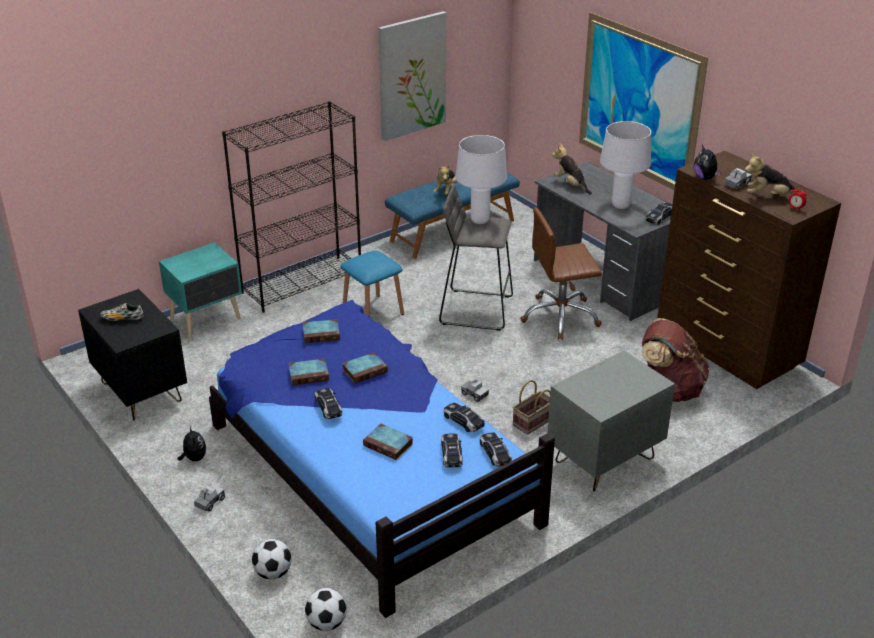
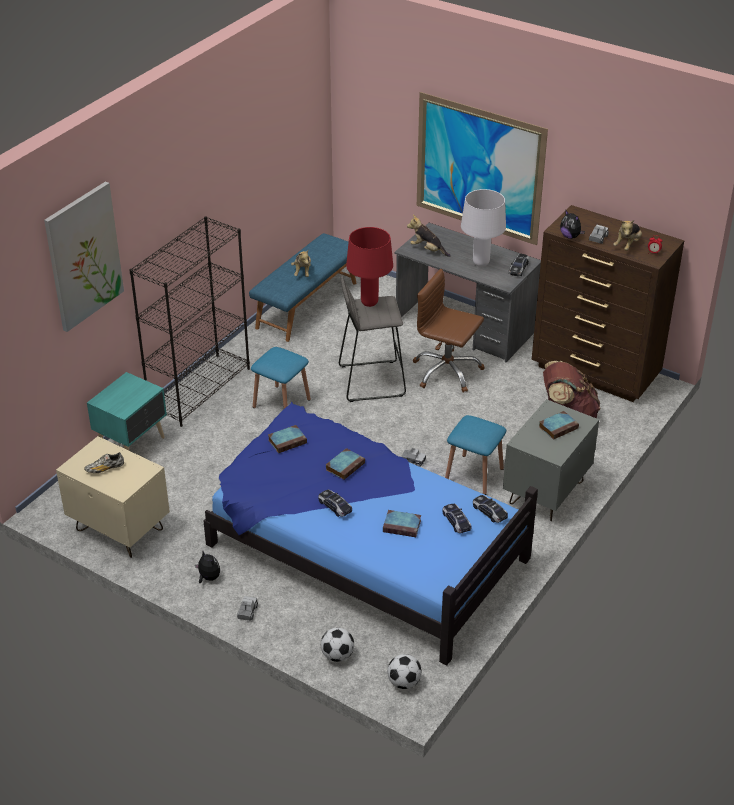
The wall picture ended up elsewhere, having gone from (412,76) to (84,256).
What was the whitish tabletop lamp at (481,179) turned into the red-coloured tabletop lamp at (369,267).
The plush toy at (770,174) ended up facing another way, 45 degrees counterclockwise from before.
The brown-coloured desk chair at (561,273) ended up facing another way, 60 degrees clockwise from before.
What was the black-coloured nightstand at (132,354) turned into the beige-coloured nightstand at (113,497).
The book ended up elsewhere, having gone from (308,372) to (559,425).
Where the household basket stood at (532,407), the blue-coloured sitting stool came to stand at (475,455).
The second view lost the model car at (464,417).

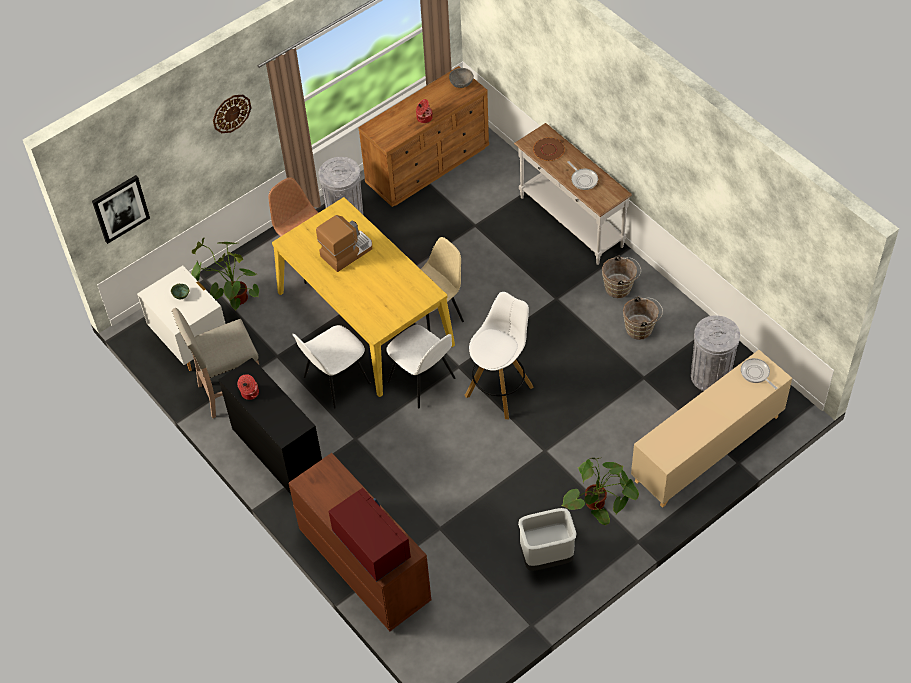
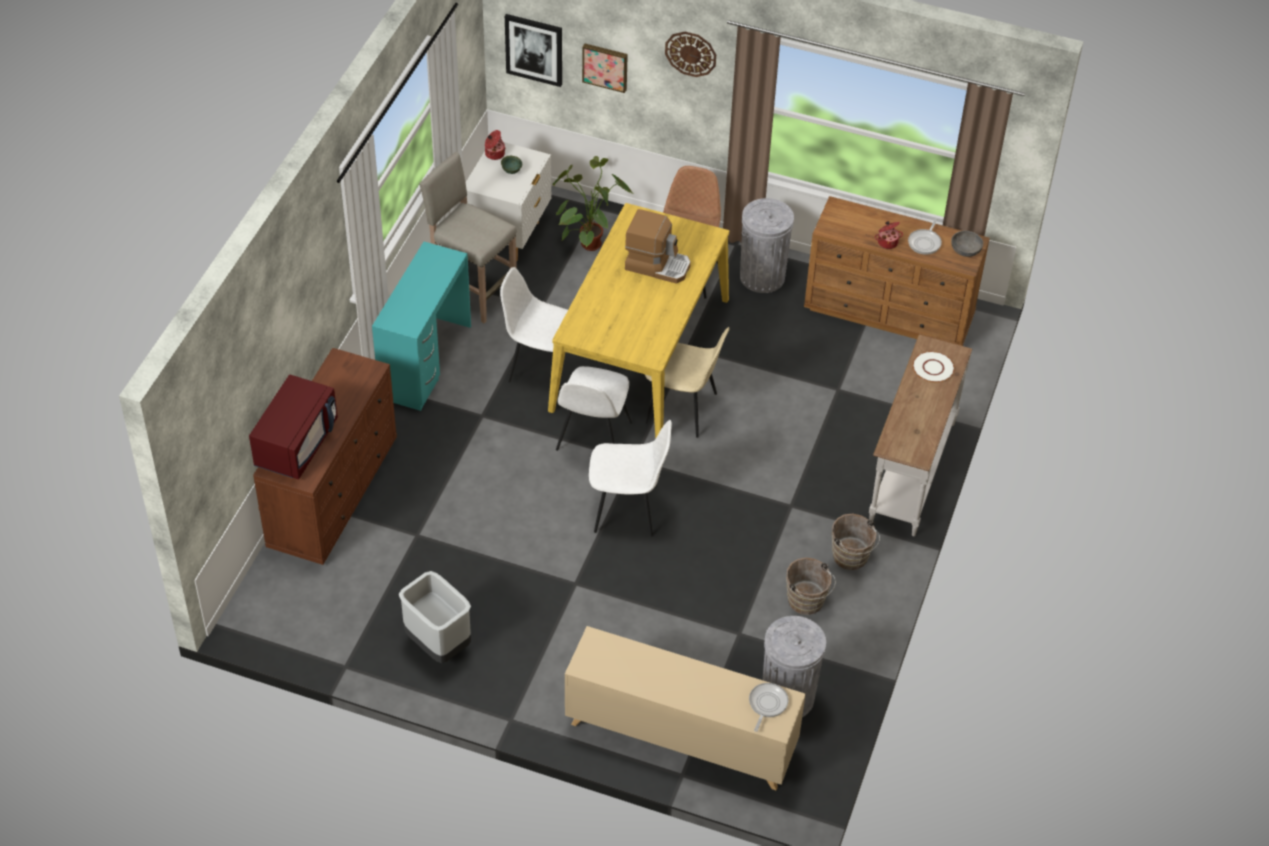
What was the brown-coloured plate at (549,149) turned into the whitish plate at (933,366).
The pan ended up elsewhere, having gone from (582,175) to (925,236).
Where the whitish sitting stool stood at (499,355), the whitish plain chair came to stand at (630,478).
What was the black-coloured desk unit at (270,426) turned into the turquoise-coloured desk unit at (421,326).
The cooking pot ended up elsewhere, having gone from (248,387) to (495,145).
The second view lost the plant in a pot at (600,491).
The second view gained the wall picture at (605,68).

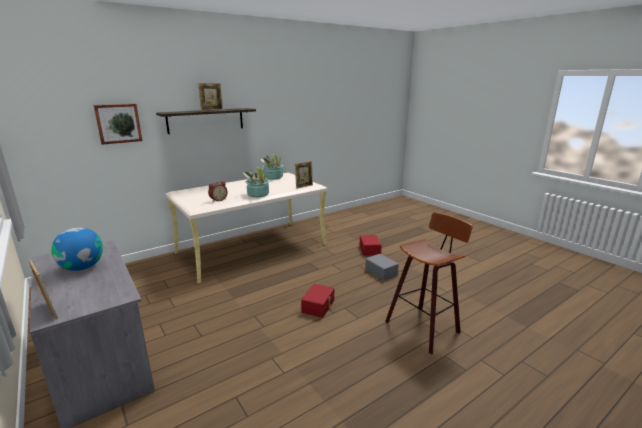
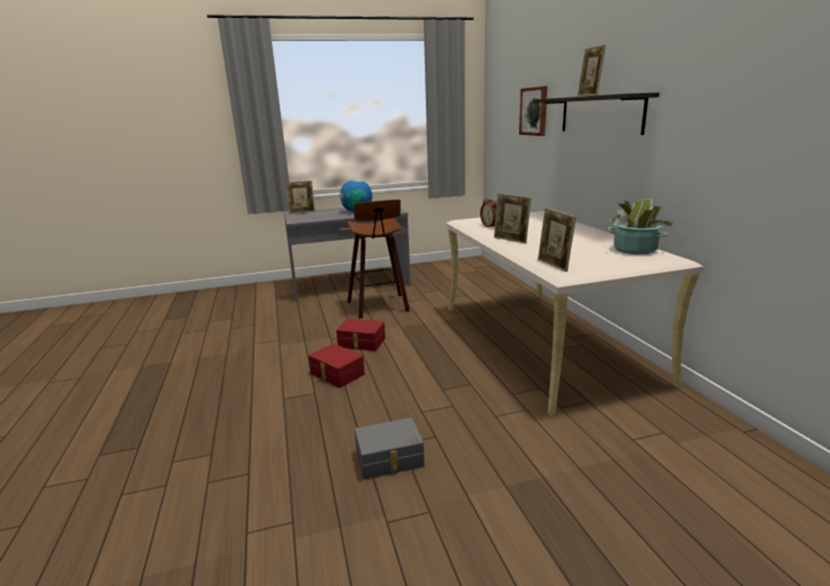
Where the plant in a pot stood at (256,182), the picture frame came to stand at (512,218).
The sitting stool ended up elsewhere, having gone from (429,283) to (378,259).
The red-coloured storage container ended up elsewhere, having gone from (371,245) to (360,335).

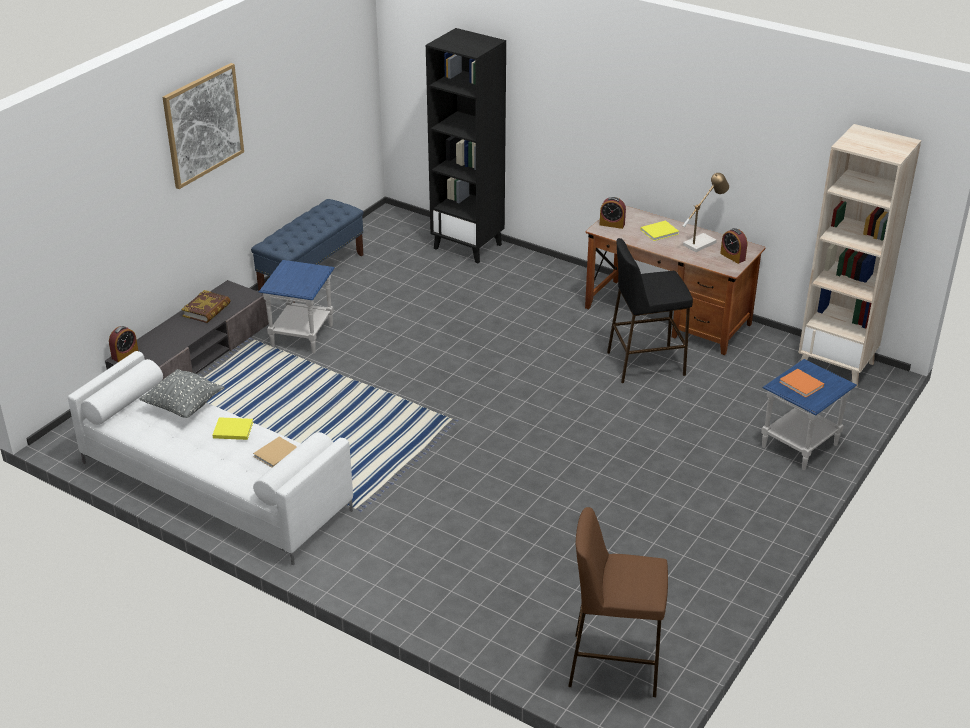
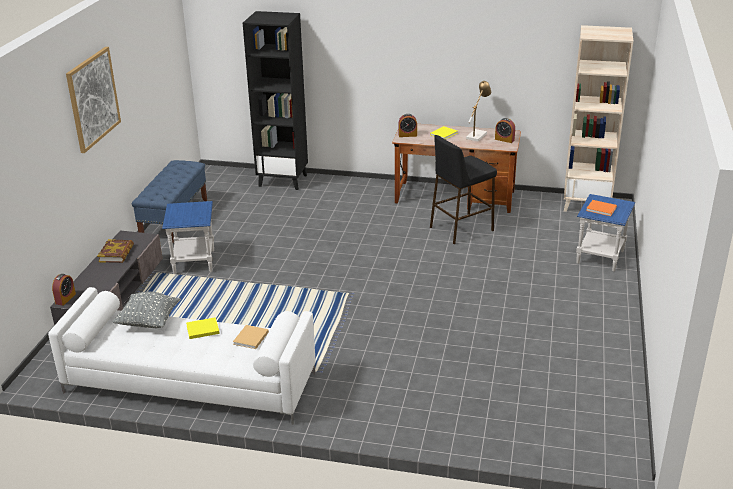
The second view lost the brown-coloured sitting stool at (618,602).

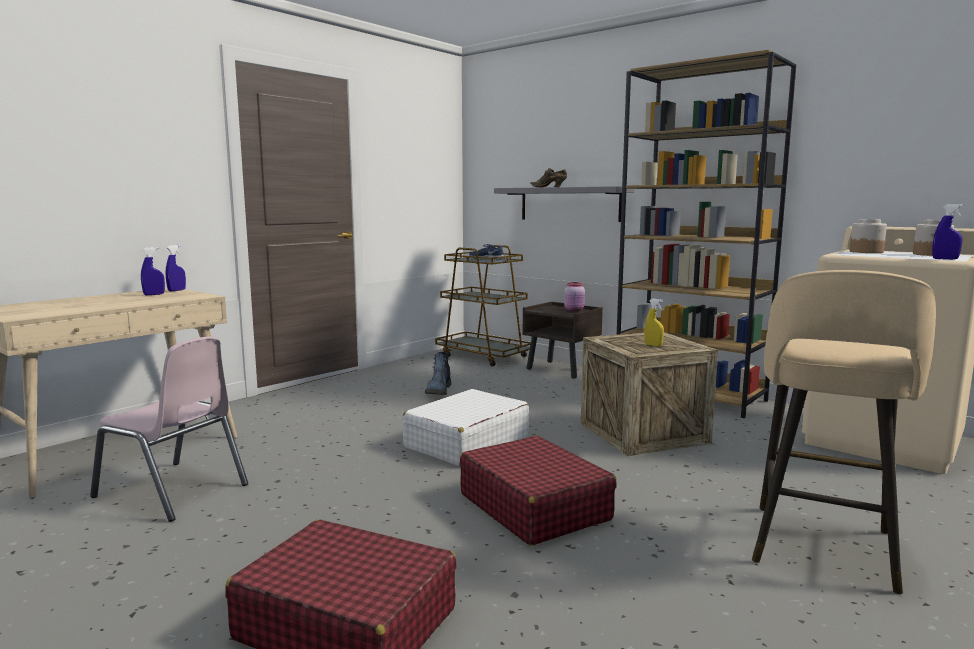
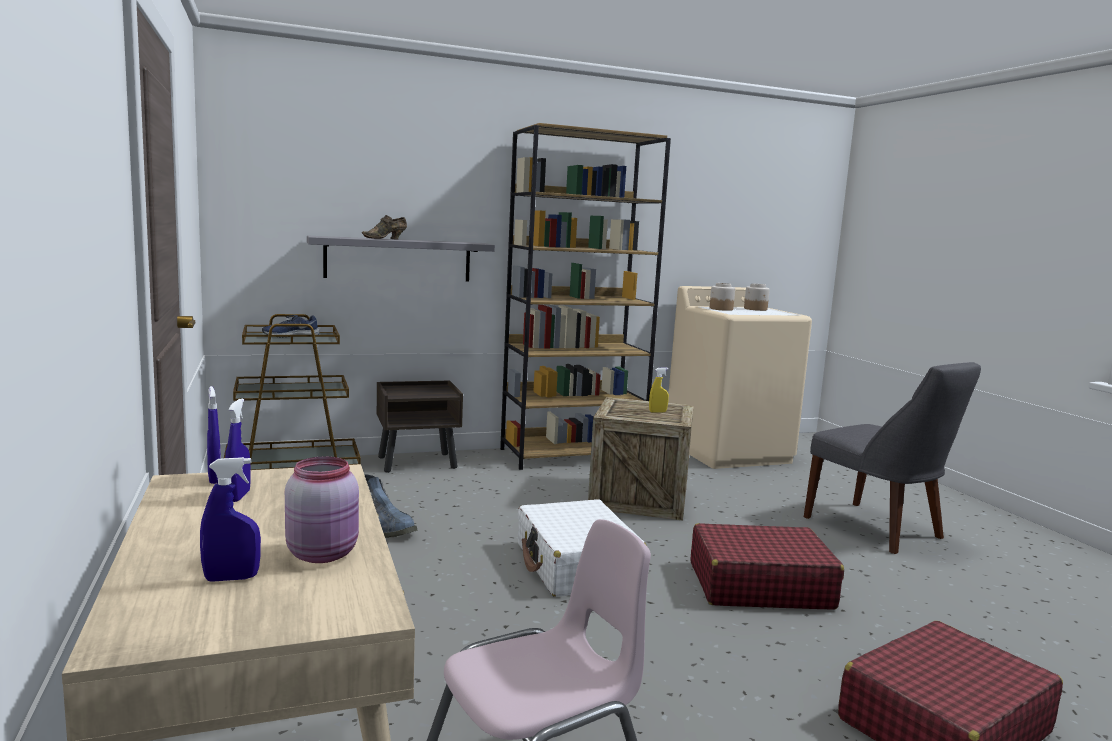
The blue-coloured hand sprayer ended up elsewhere, having gone from (948,232) to (230,519).
Where the beige-coloured sitting stool stood at (844,432), the gray plain chair came to stand at (892,458).
The pink jar ended up elsewhere, having gone from (574,296) to (322,510).

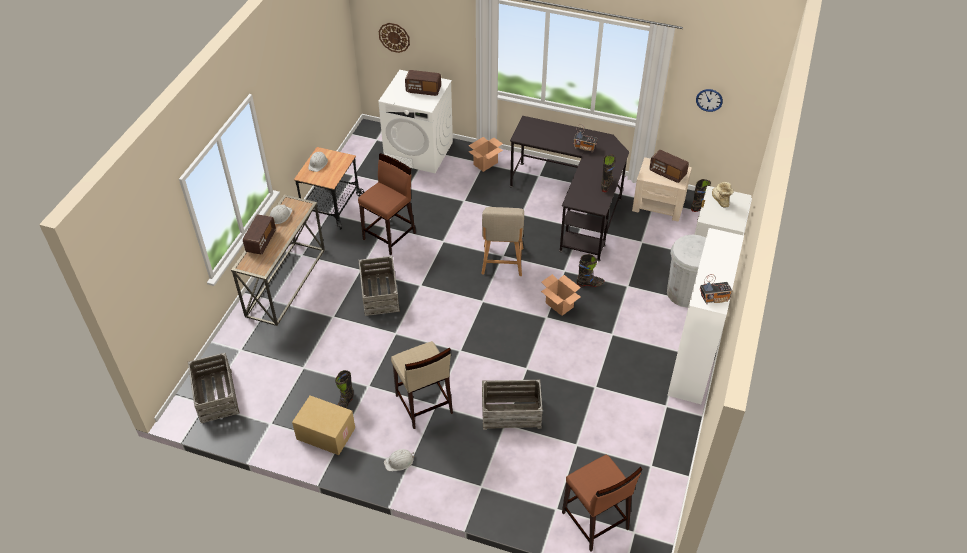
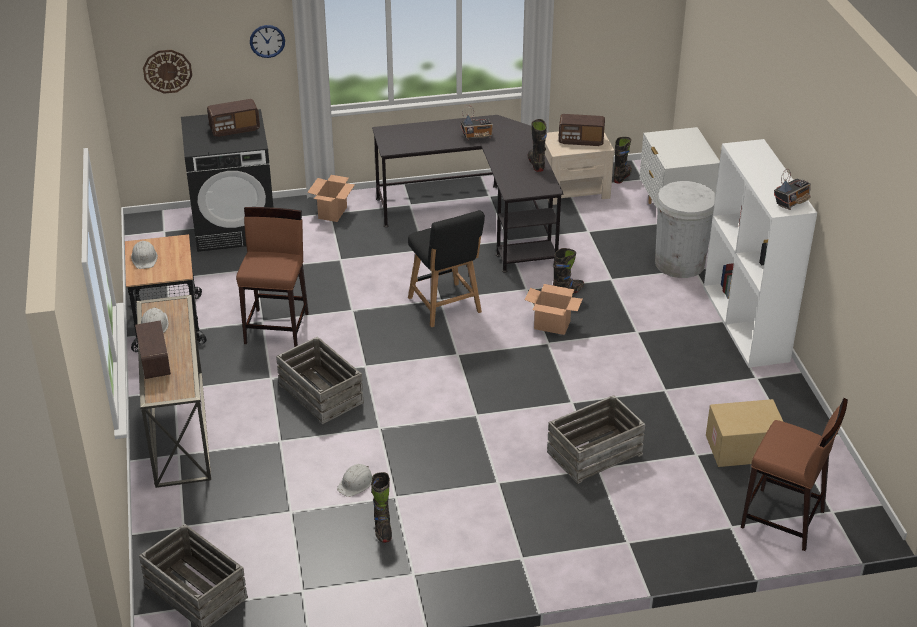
What was the whitish laundry machine at (415,121) turned into the black-coloured laundry machine at (227,180).
The wall clock ended up elsewhere, having gone from (709,100) to (267,41).
The second view lost the boot at (722,194).
What was the beige-coloured plain chair at (502,241) turned into the black-coloured plain chair at (446,268).
The second view lost the beige-coloured sitting stool at (422,385).
The carton ended up elsewhere, having gone from (323,425) to (744,433).
The whitish work helmet ended up elsewhere, having gone from (399,460) to (354,480).

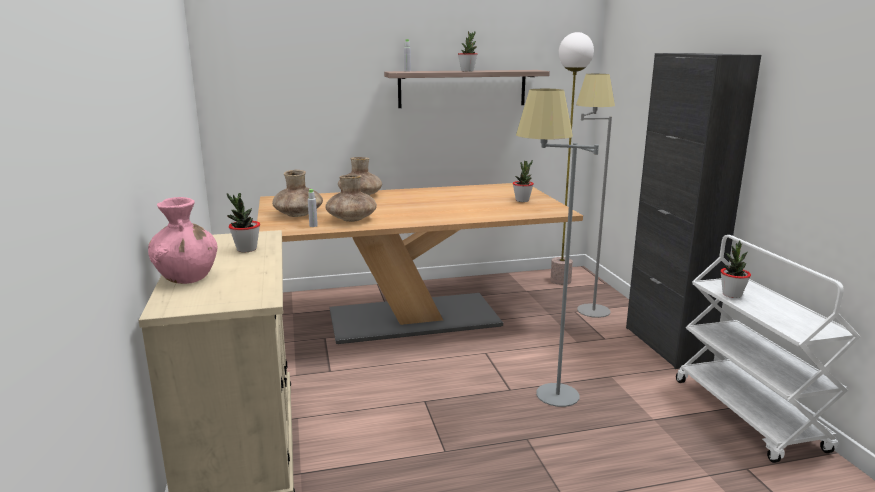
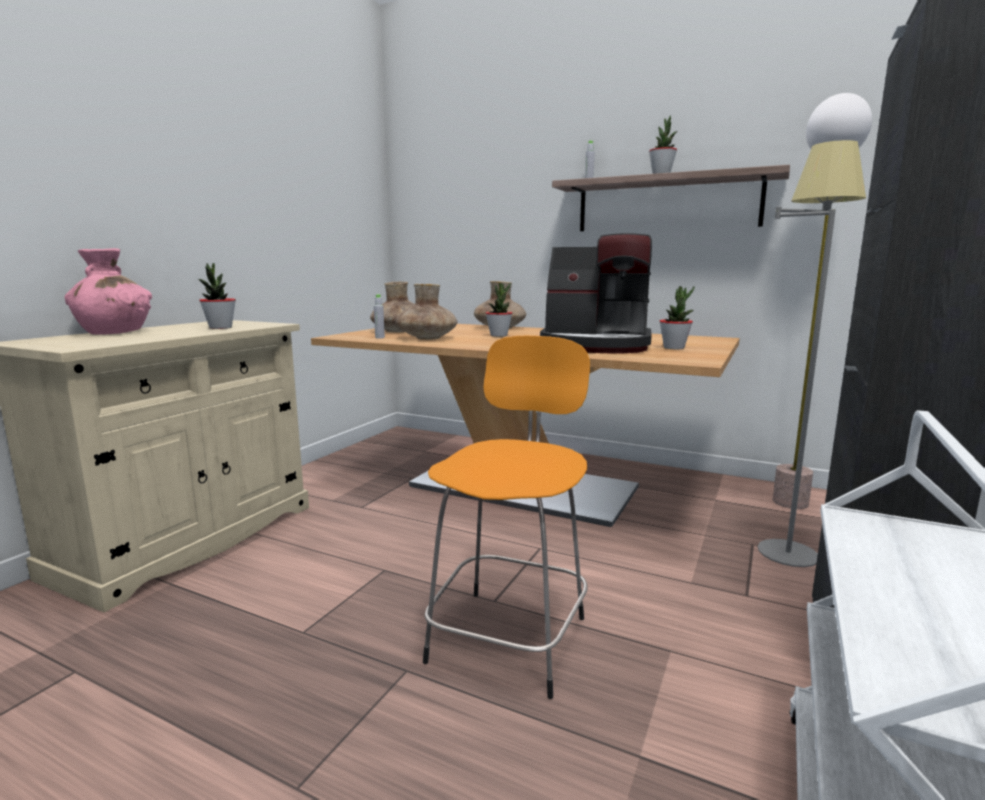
Where the gray standing lamp stood at (557,248), the orangey sitting stool came to stand at (506,517).
The plant in a pot ended up elsewhere, having gone from (735,269) to (499,310).
The second view gained the coffee machine at (596,293).

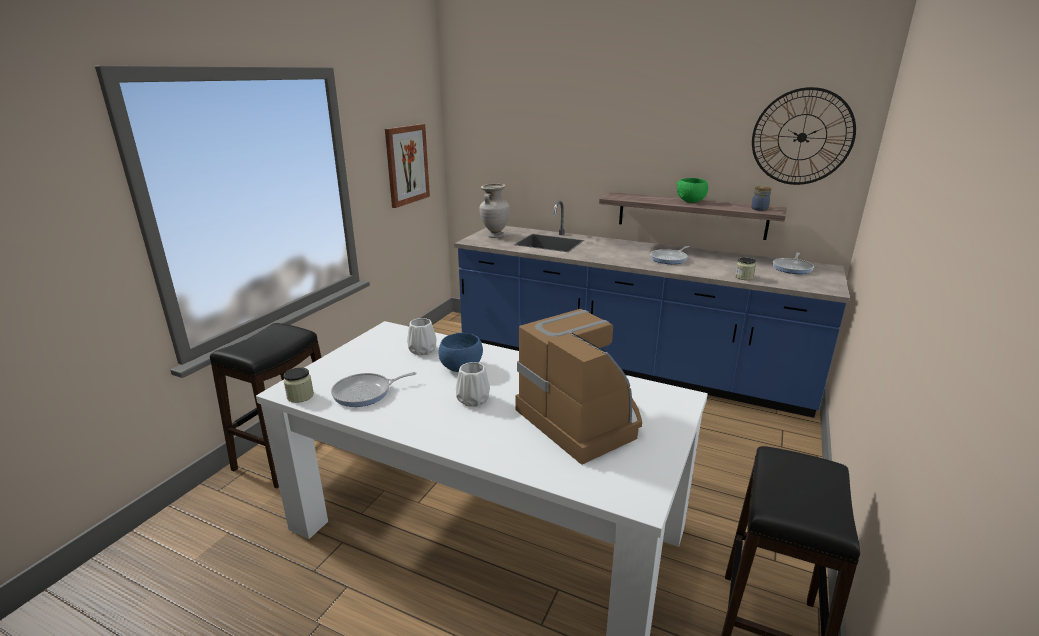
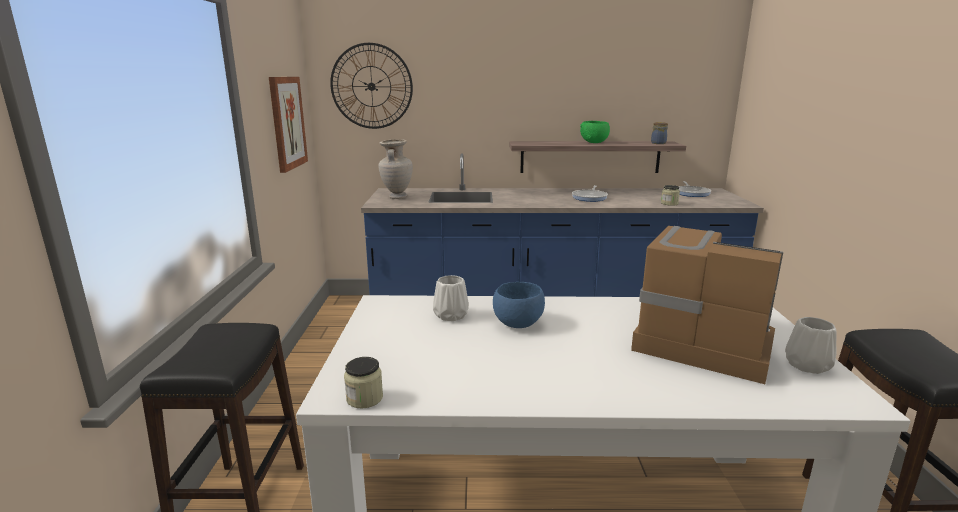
The wall clock ended up elsewhere, having gone from (804,136) to (371,86).
The whitish vase ended up elsewhere, having gone from (473,384) to (811,345).
The second view lost the pan at (373,389).

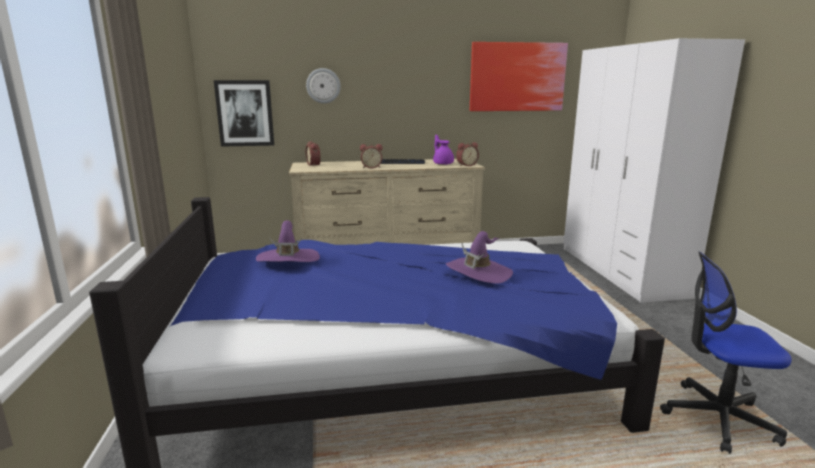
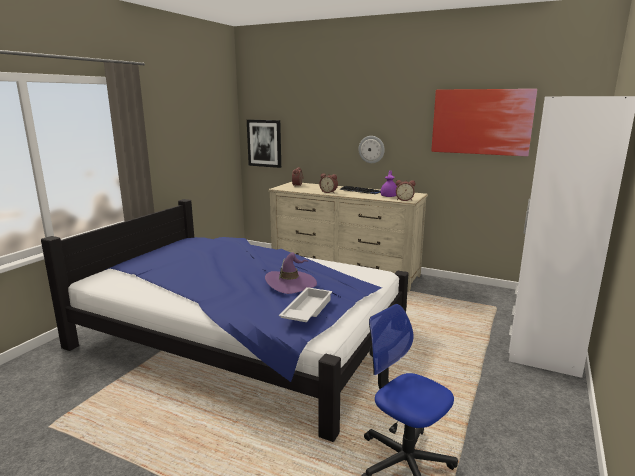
The wall clock ended up elsewhere, having gone from (323,86) to (372,149).
The second view lost the purplish clothing hat at (288,241).
The second view gained the whitish tray at (305,304).

